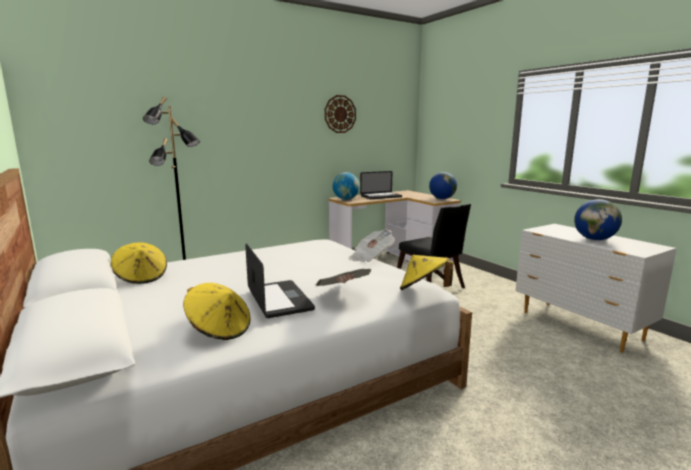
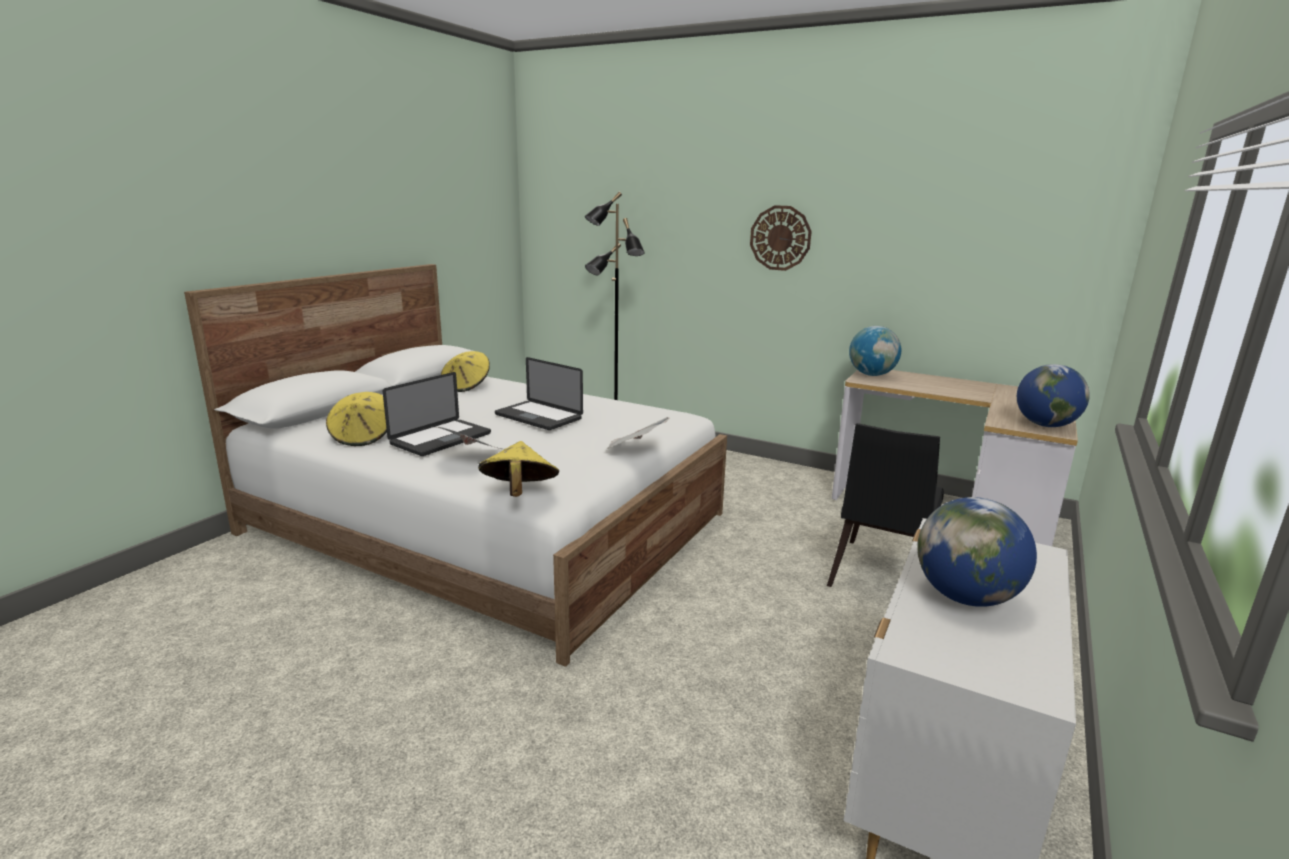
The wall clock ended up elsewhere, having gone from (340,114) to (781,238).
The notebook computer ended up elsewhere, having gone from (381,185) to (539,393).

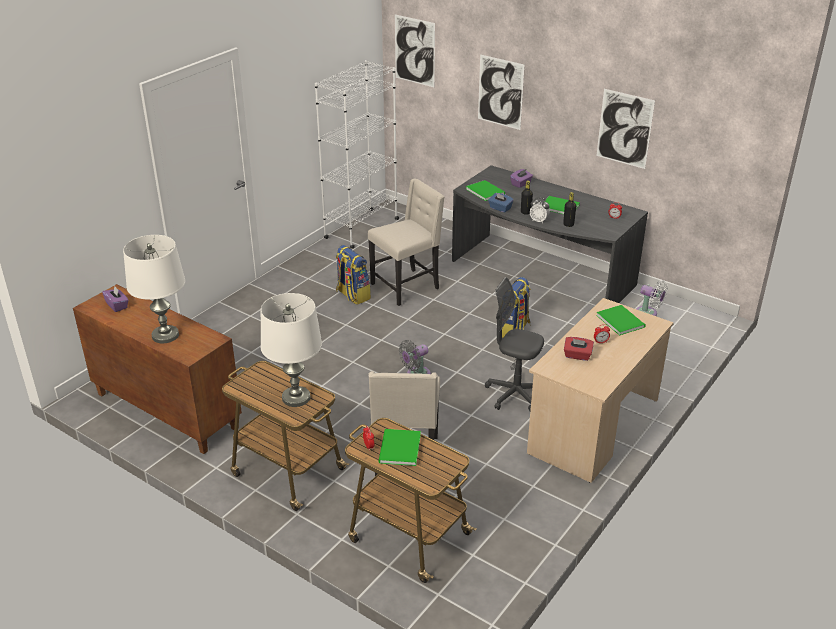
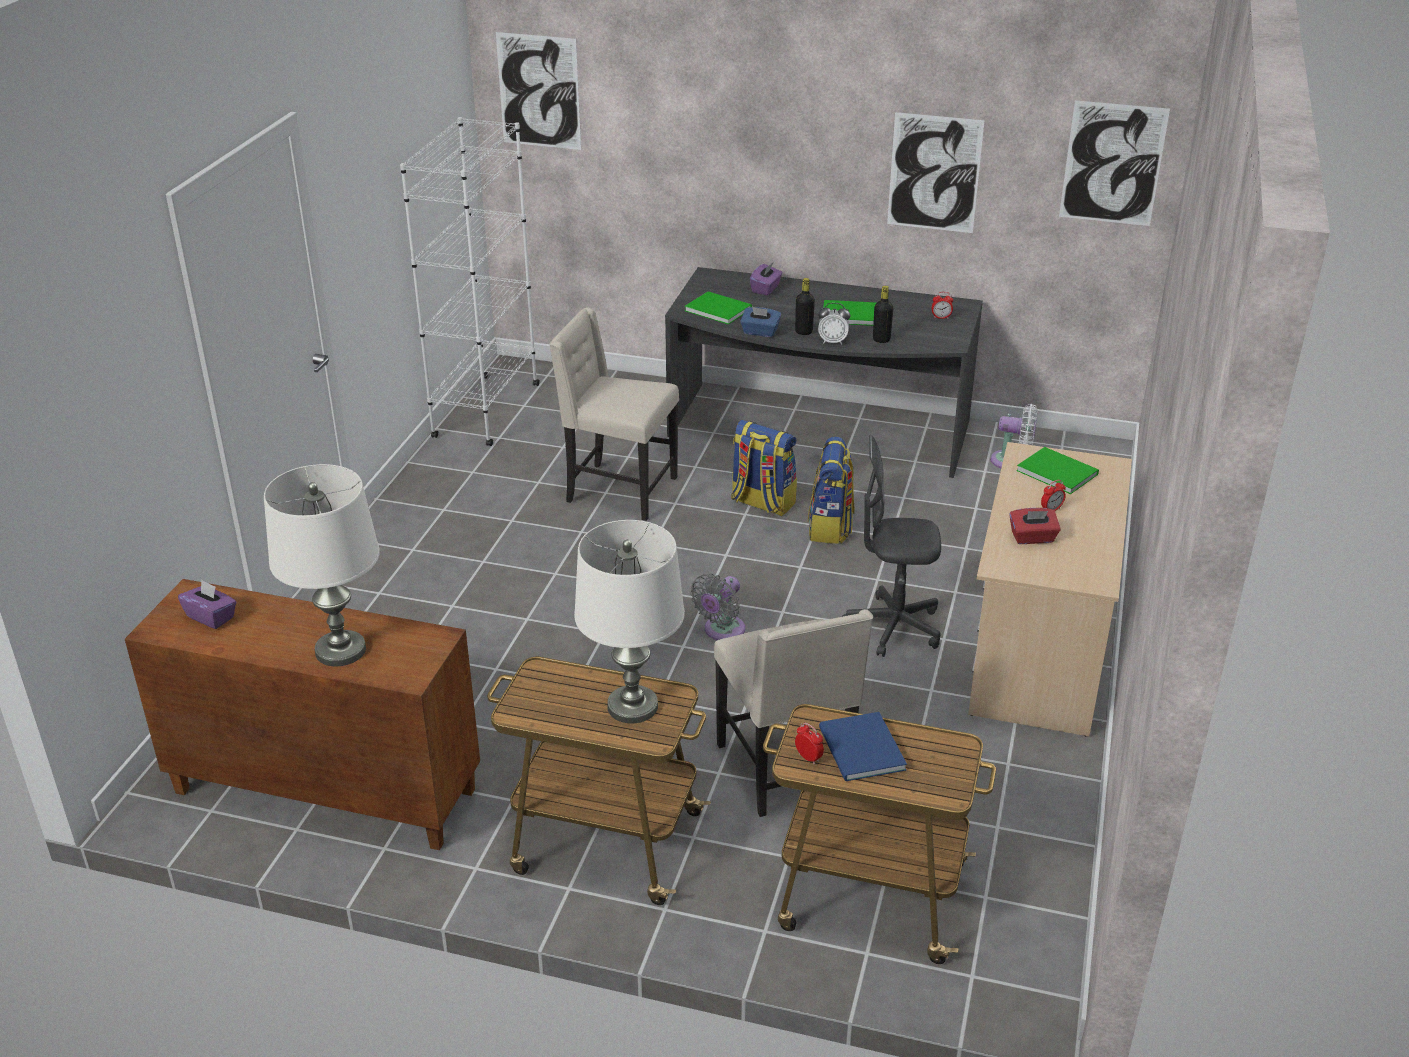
The wall picture ended up elsewhere, having gone from (501,92) to (1114,163).
The beige-coloured plain chair at (406,242) ended up facing another way, 105 degrees counterclockwise from before.
The rucksack ended up elsewhere, having gone from (353,275) to (764,468).
What was the greenish book at (400,447) turned into the blue-coloured book at (863,746).

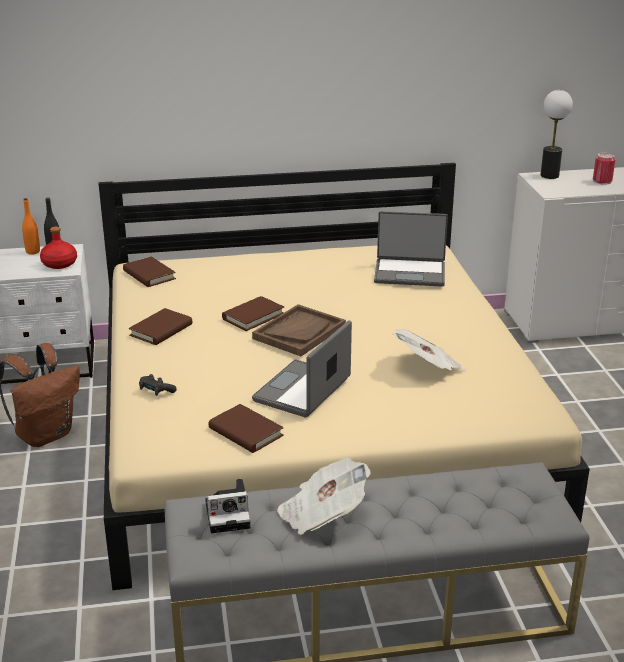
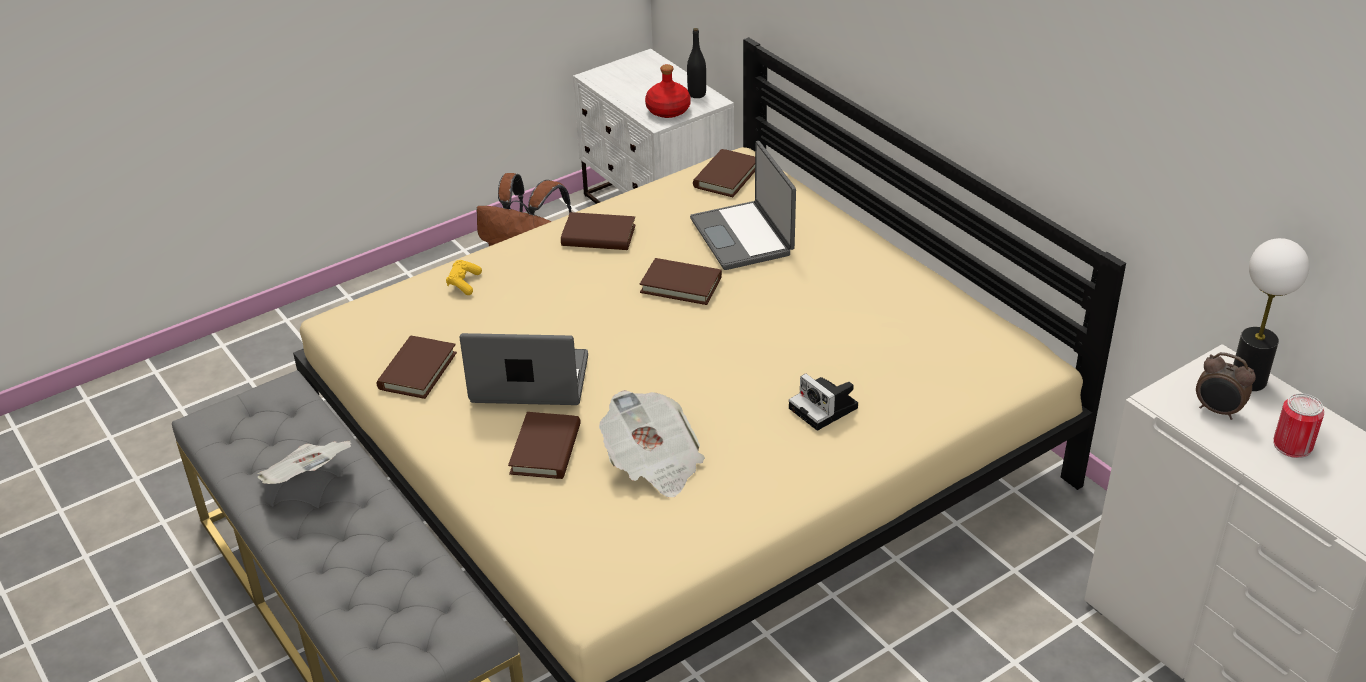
The second view lost the orangey beverage bottle at (31,226).
The notebook computer ended up elsewhere, having gone from (411,249) to (743,205).
The second view lost the brown-coloured tray at (299,330).
What was the black-coloured gamepad at (158,385) turned into the yellowish gamepad at (464,277).
The photo camera ended up elsewhere, having gone from (227,506) to (823,402).
The second view gained the table clock at (1226,386).
The second view gained the brown-coloured book at (544,445).

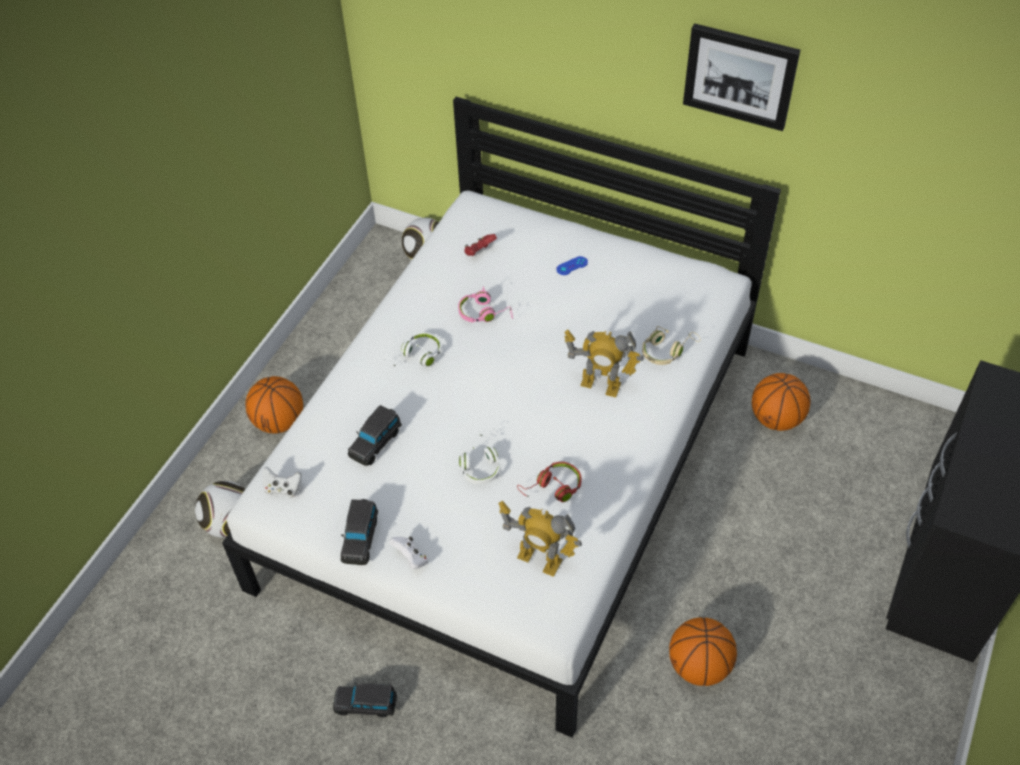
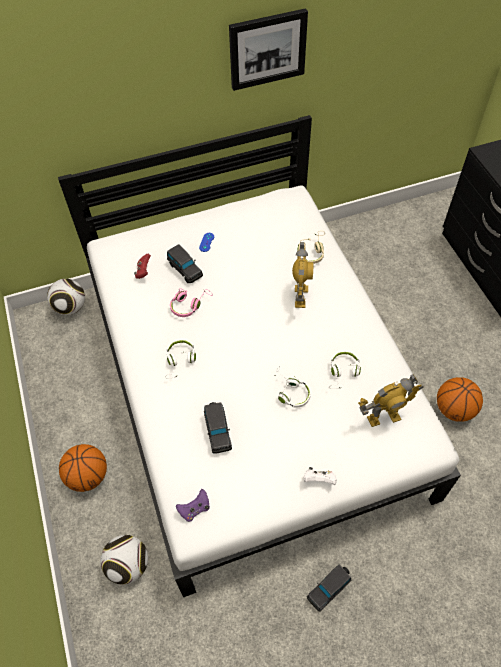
The toy robot at (603,363) ended up facing another way, 60 degrees counterclockwise from before.
The second view lost the basketball ball at (781,402).
What was the red-coloured pair of headphones at (549,482) turned into the whitish pair of headphones at (345,370).
What was the whitish gamepad at (282,482) turned into the purplish gamepad at (193,505).
The black-coloured model car ended up elsewhere, having gone from (359,532) to (185,264).

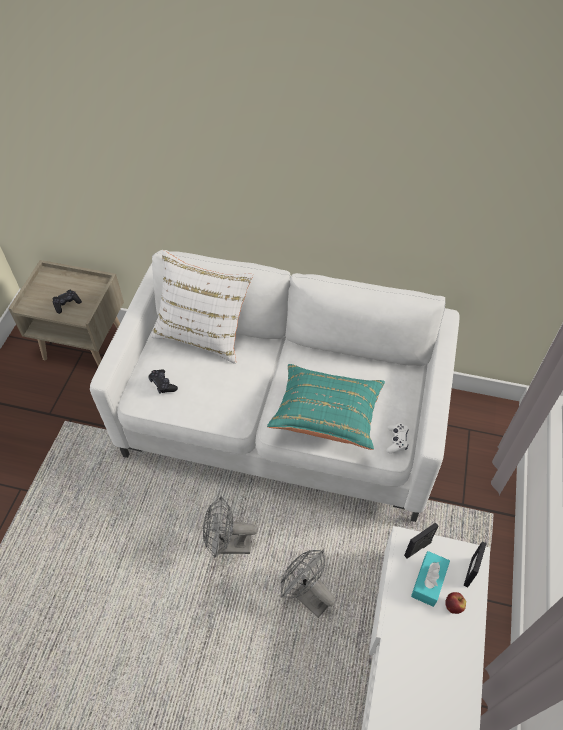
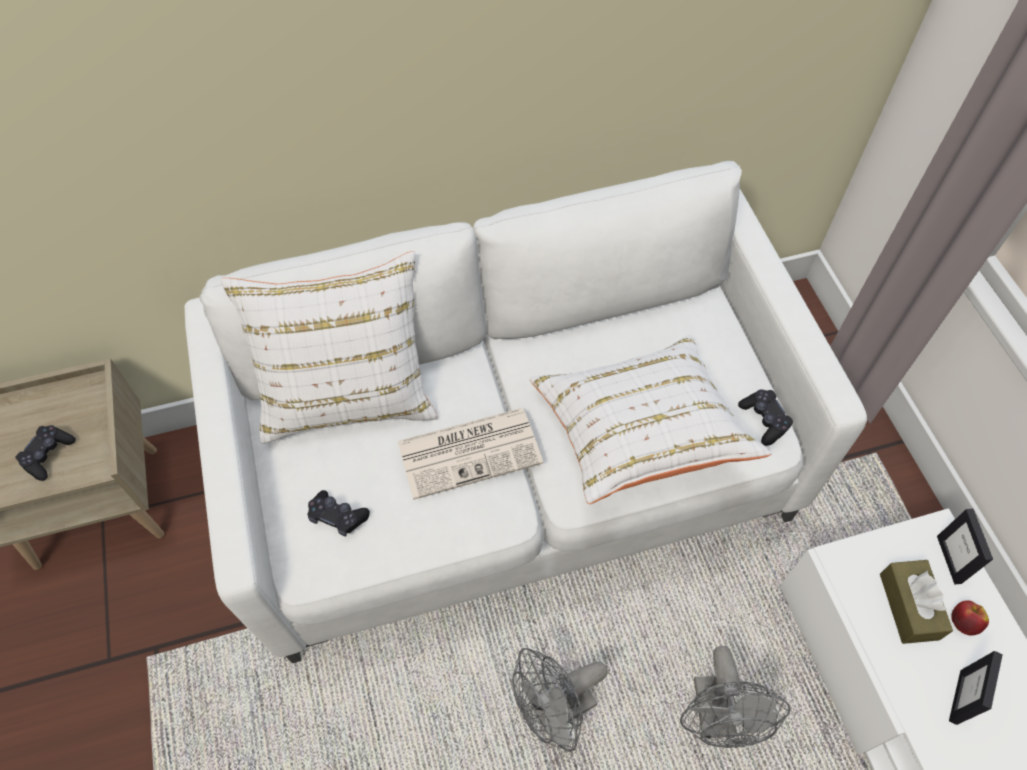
What was the turquoise-coloured cushion at (326,407) turned into the whitish cushion at (651,419).
What was the whitish gamepad at (397,438) turned into the black-coloured gamepad at (765,417).
The picture frame ended up elsewhere, having gone from (421,541) to (976,688).
The gray fan at (308,584) ended up facing another way, 105 degrees counterclockwise from before.
What was the turquoise-coloured box of tissues at (430,579) turned into the brown-coloured box of tissues at (916,602).
The second view gained the printed paper at (470,454).

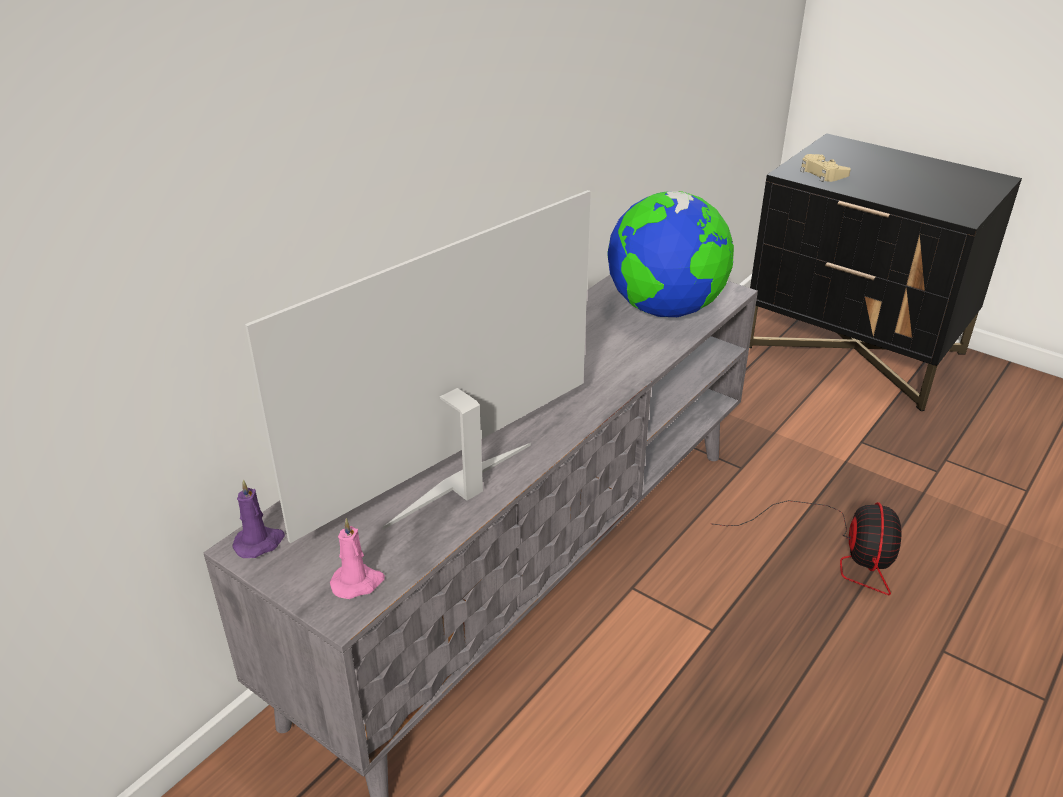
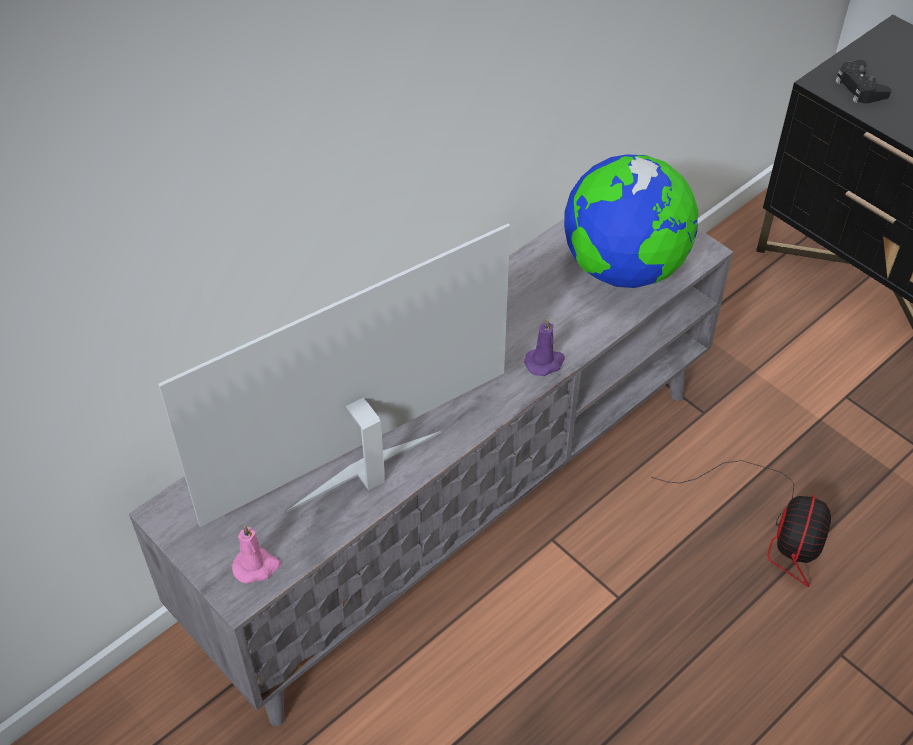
What was the beige-coloured gamepad at (825,168) turned into the black-coloured gamepad at (863,81).
The purplish candle ended up elsewhere, having gone from (258,518) to (544,346).

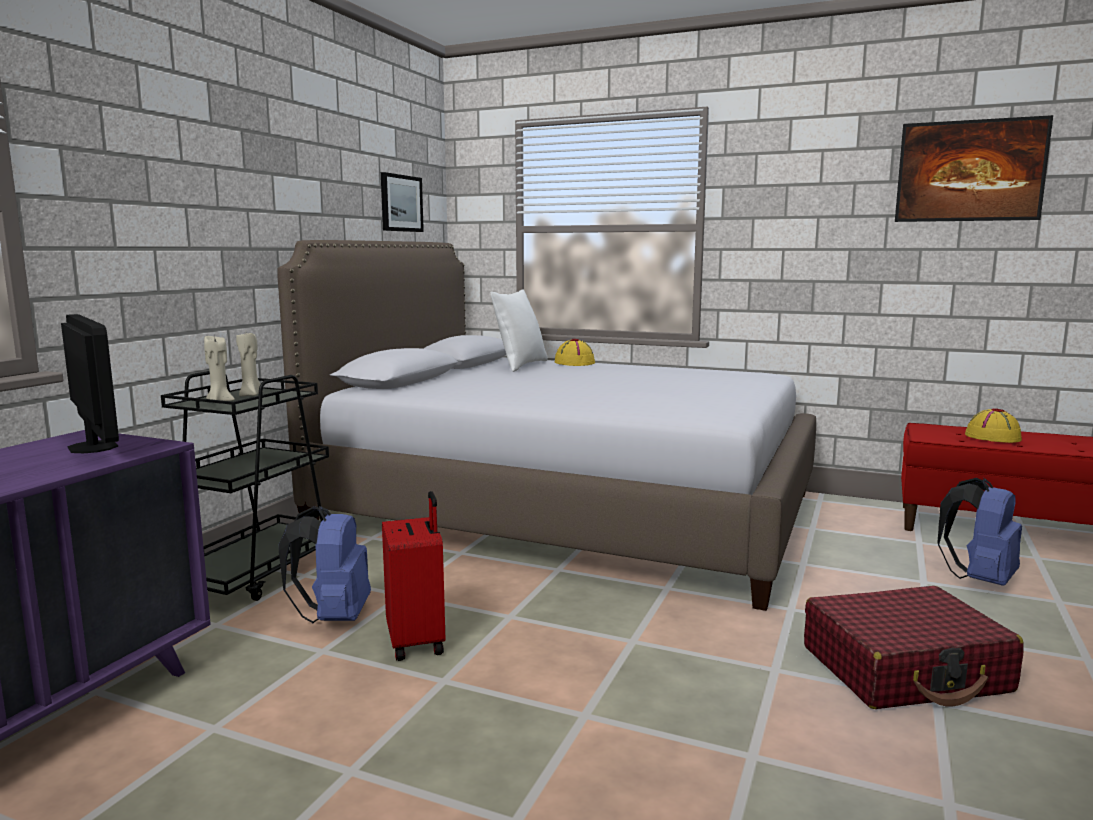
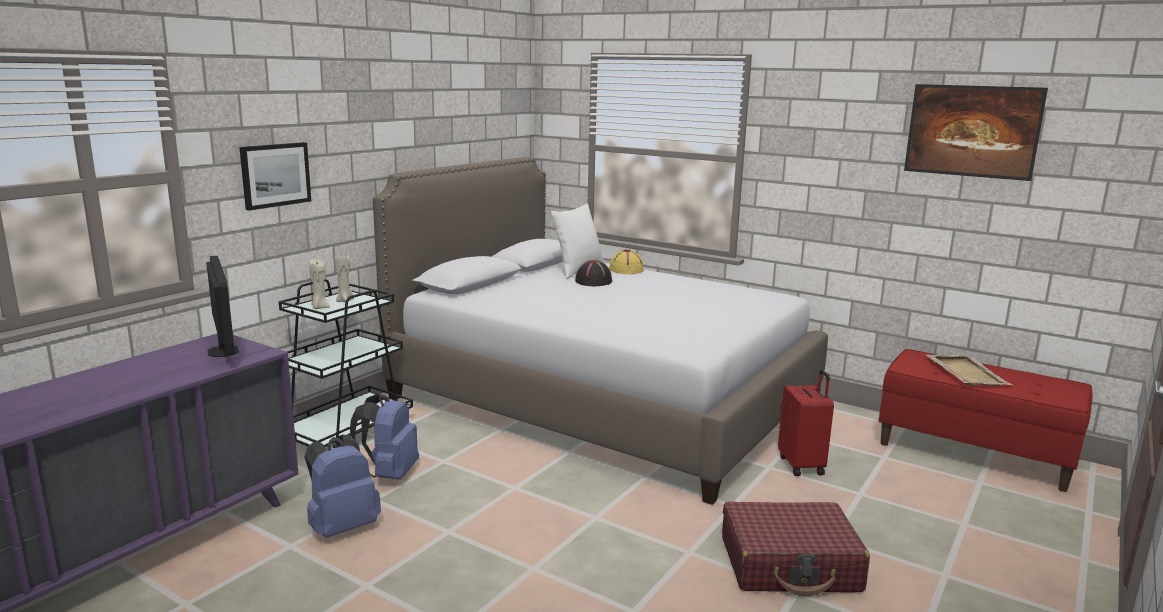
The wall picture ended up elsewhere, having gone from (402,202) to (275,176).
Where the yellowish clothing hat stood at (993,425), the beige-coloured tray came to stand at (969,370).
The blue-coloured rucksack ended up elsewhere, having gone from (979,532) to (342,486).
The red-coloured suitcase ended up elsewhere, having gone from (414,576) to (806,422).
The second view gained the black-coloured clothing hat at (593,273).

